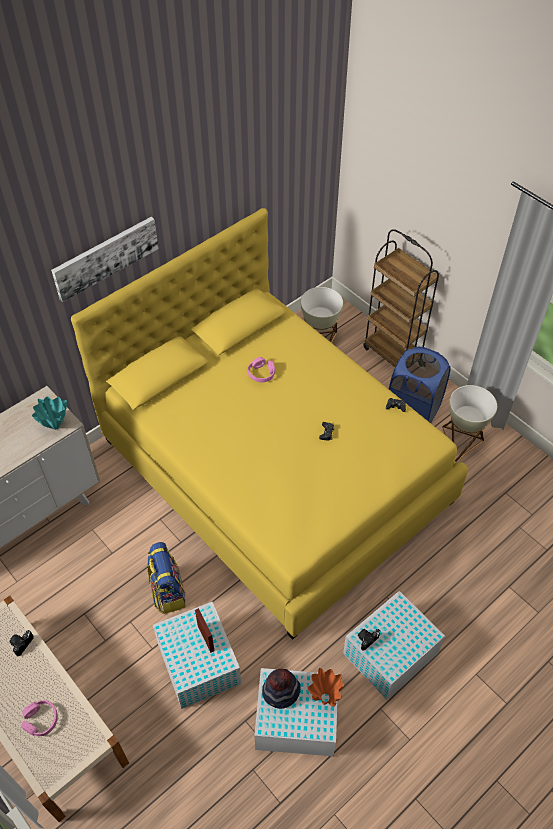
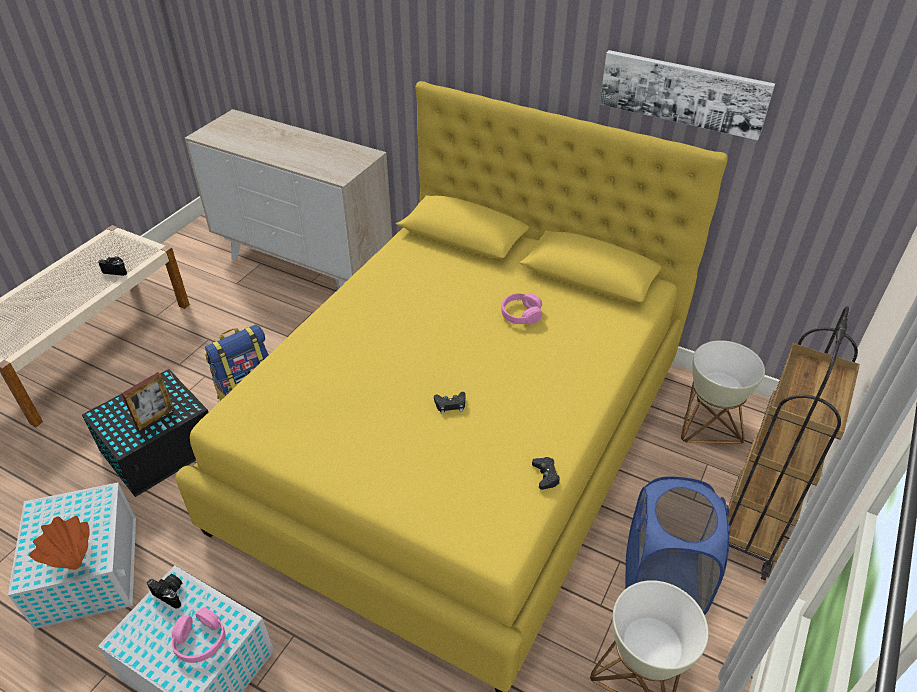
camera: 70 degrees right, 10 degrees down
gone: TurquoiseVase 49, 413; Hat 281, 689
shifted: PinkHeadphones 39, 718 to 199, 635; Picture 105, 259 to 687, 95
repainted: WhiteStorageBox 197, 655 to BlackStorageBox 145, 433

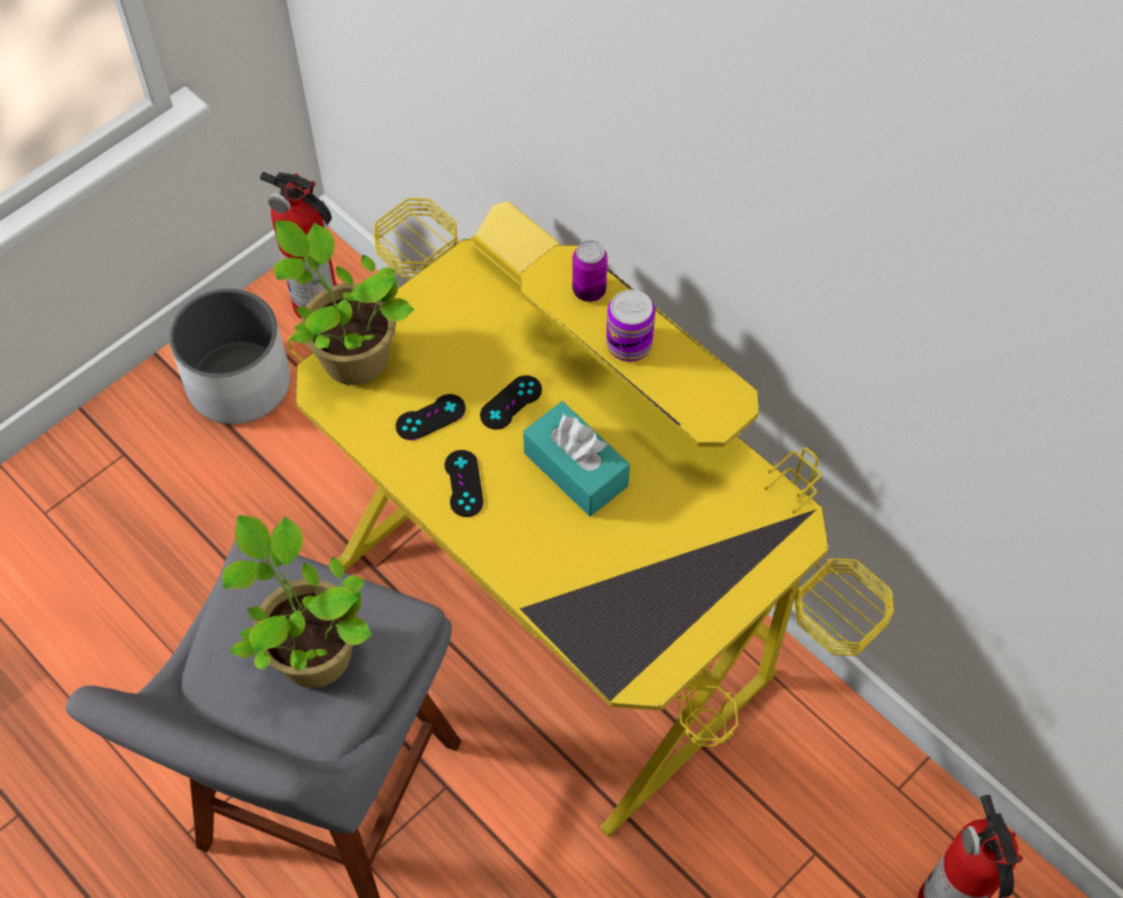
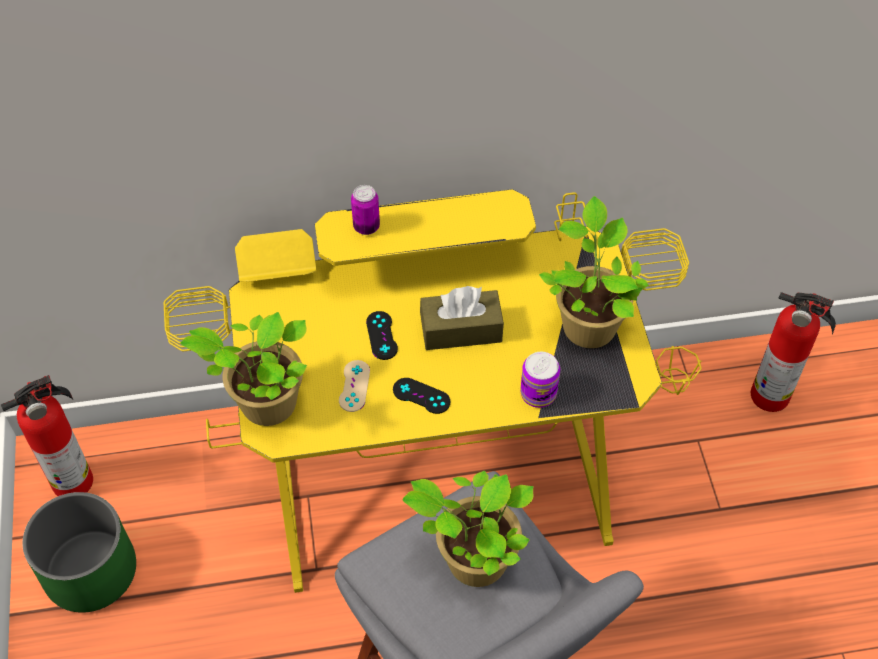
camera: 55 degrees left, 5 degrees down
new: PottedPlant 594, 272
shifted: Can 630, 326 to 540, 380
repainted: WhitePlanter 229, 356 to GreenPlanter 79, 552; BlackGameController 431, 417 to BeigeGameController 354, 386; TurquoiseTissueBox 576, 458 to BrownTissueBox 462, 318

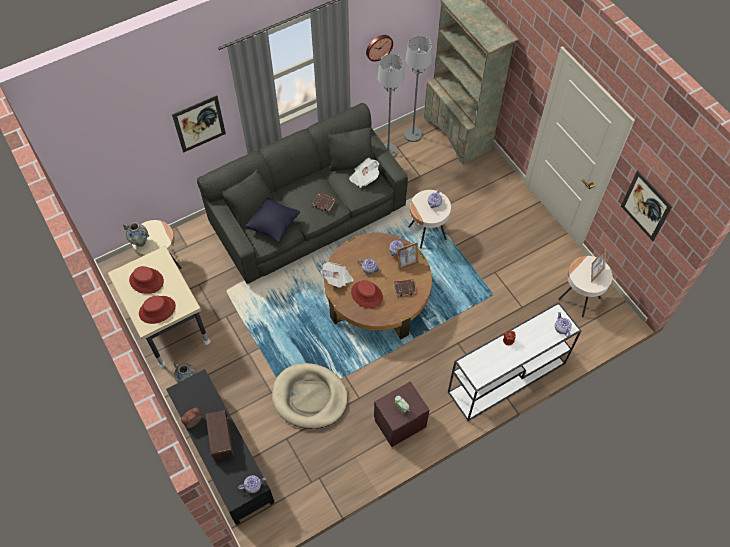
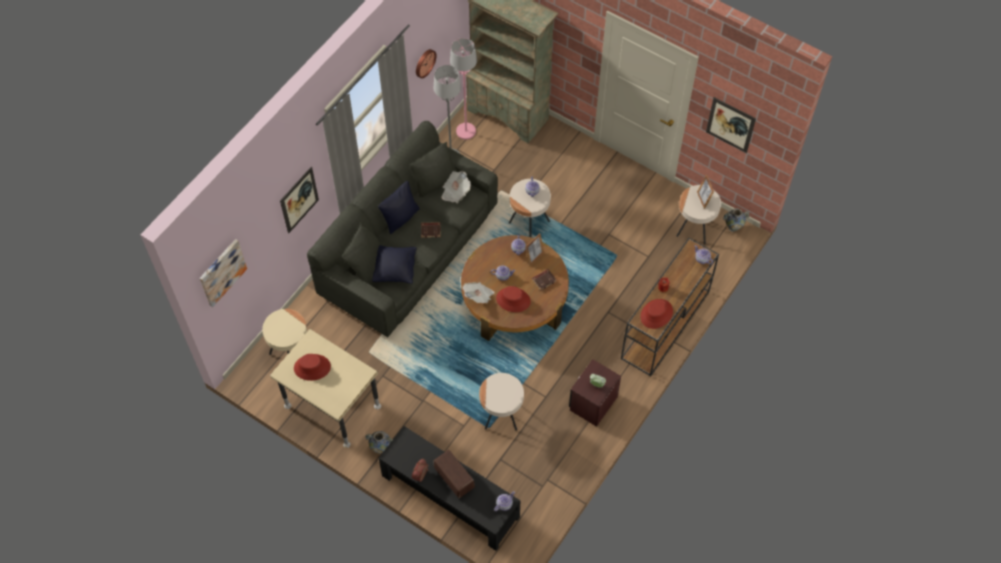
camera: 25 degrees left, 0 degrees up
new: Picture 223, 273; BlackPillow 399, 207
shifted: Vase 136, 234 to 736, 220; RedHat 157, 310 to 656, 314
swapped: BeigeDogBed 310, 396 to BeigeSideTable 501, 402
repainted: GreyFloorLamp 418, 89 to PinkFloorLamp 463, 89; WhiteConsoleTable 514, 361 to BrownConsoleTable 670, 307

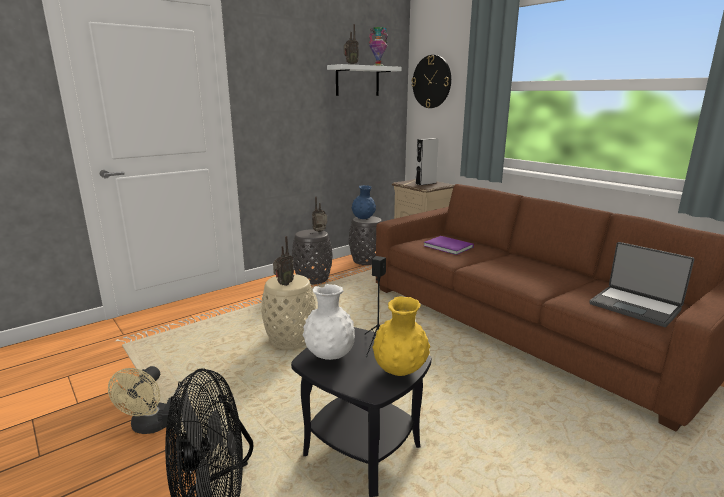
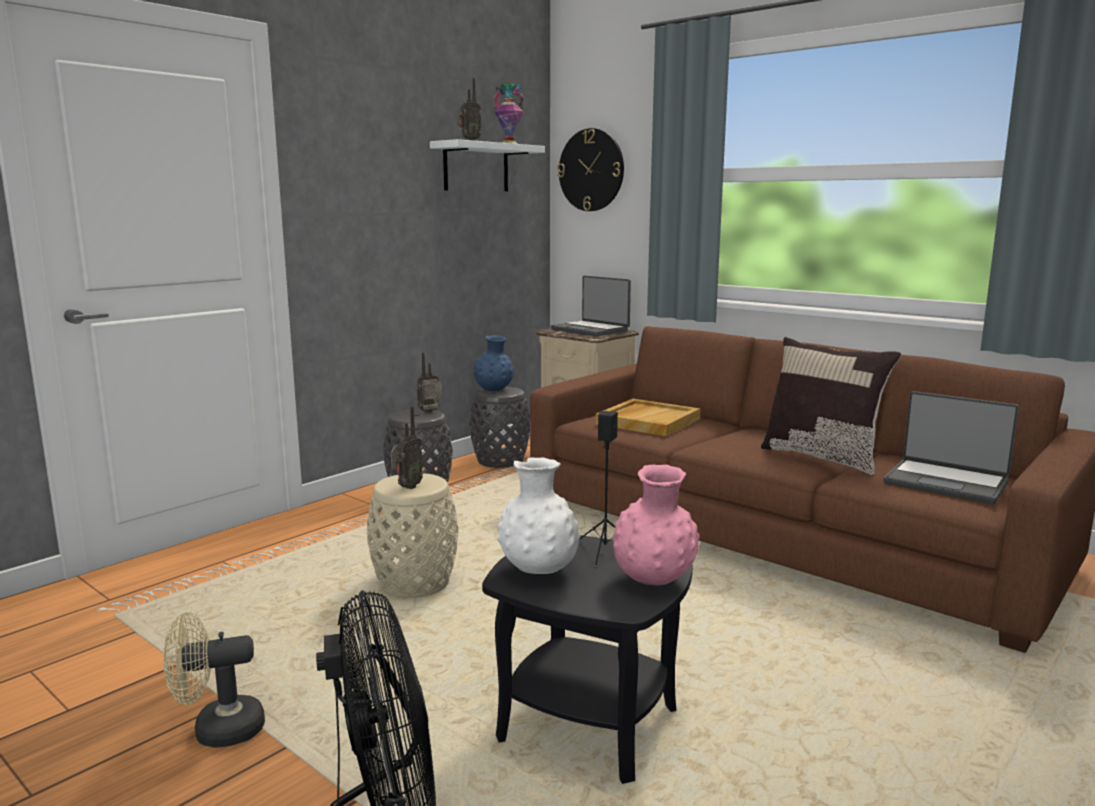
camera: 10 degrees left, 5 degrees down
new: Pillow 831, 406
swapped: GreySpeaker 427, 161 to Laptop 591, 306; PurpleBook 449, 245 to BeigeTray 648, 417
repainted: YellowVase 401, 336 to PinkVase 656, 525
rotated: BeigeFan 137, 400 = 214, 680 75 degrees clockwise

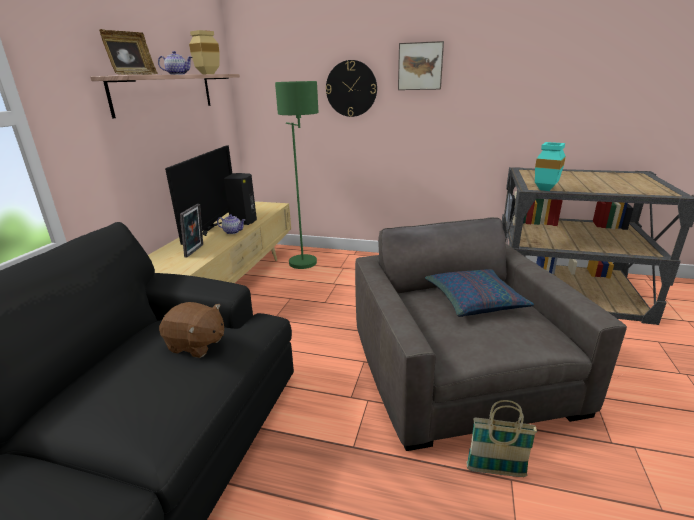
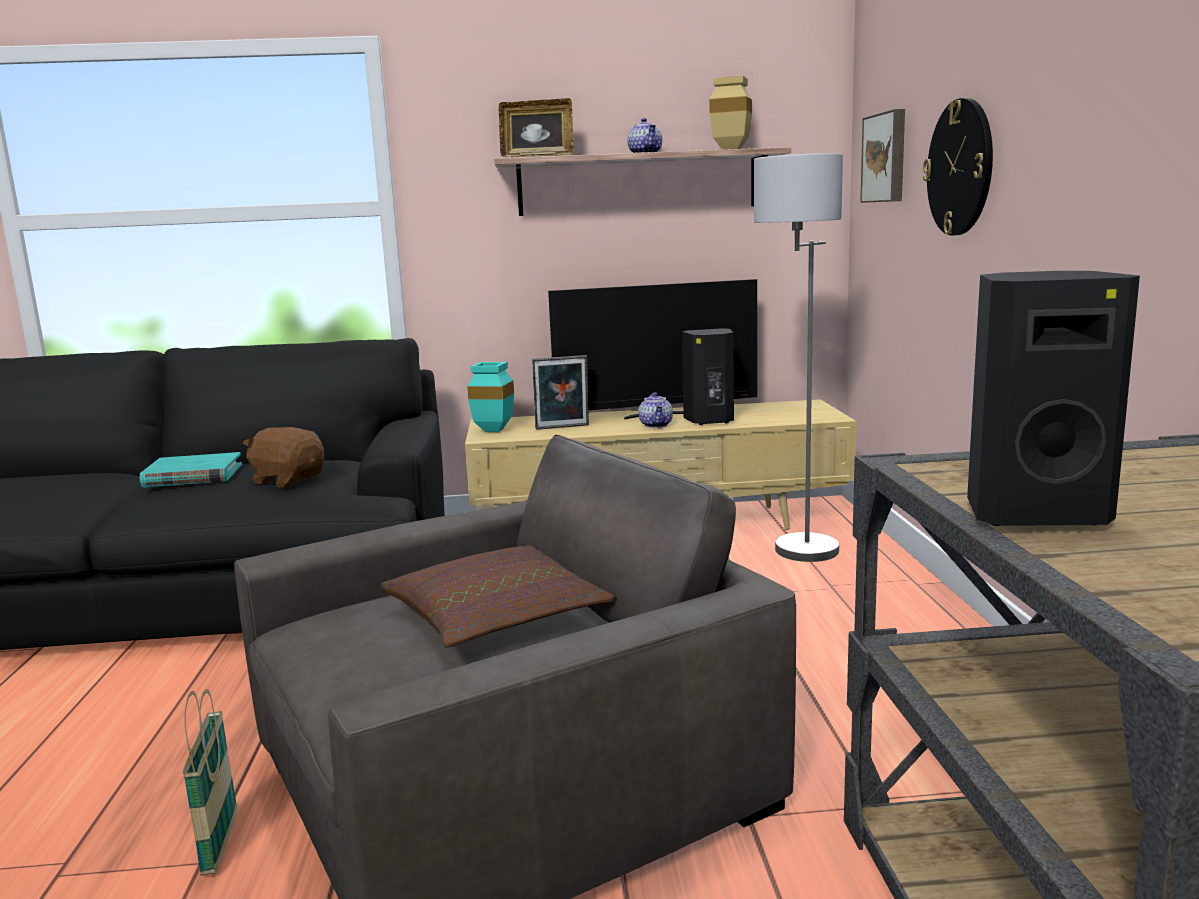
camera: 70 degrees right, 10 degrees down
new: TurquoiseBook 191, 469; BlackSpeaker 1053, 398
shifted: Picture 421, 65 to 882, 156; TurquoiseVase 550, 166 to 490, 397
repainted: GreenFloorLamp 296, 175 to GreyFloorLamp 798, 357; BluePillow 479, 293 to BrownPillow 498, 597
rotated: BrownPlushToy 191, 330 = 283, 457 120 degrees clockwise

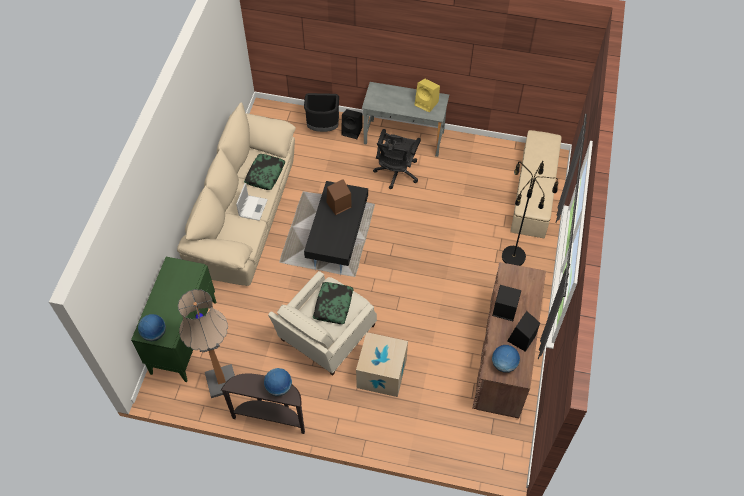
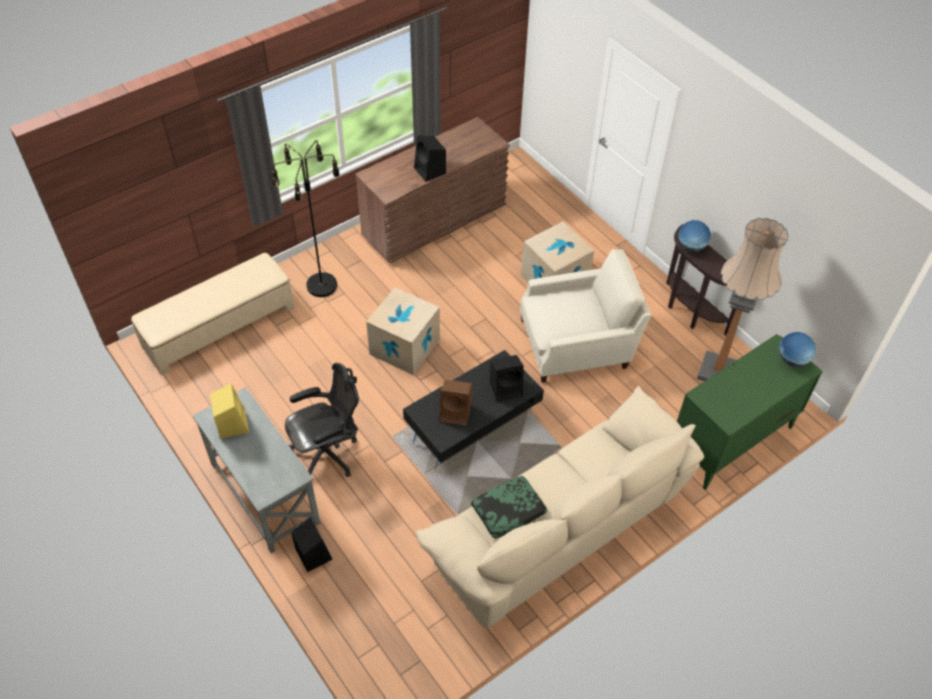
camera: 140 degrees left, 5 degrees down
gone: Laptop 252, 202; BlackTrashCan 321, 112; Pillow 333, 303; Globe 506, 358
new: CardboardBox 403, 331
shifted: BlackSpeaker 524, 331 to 507, 378

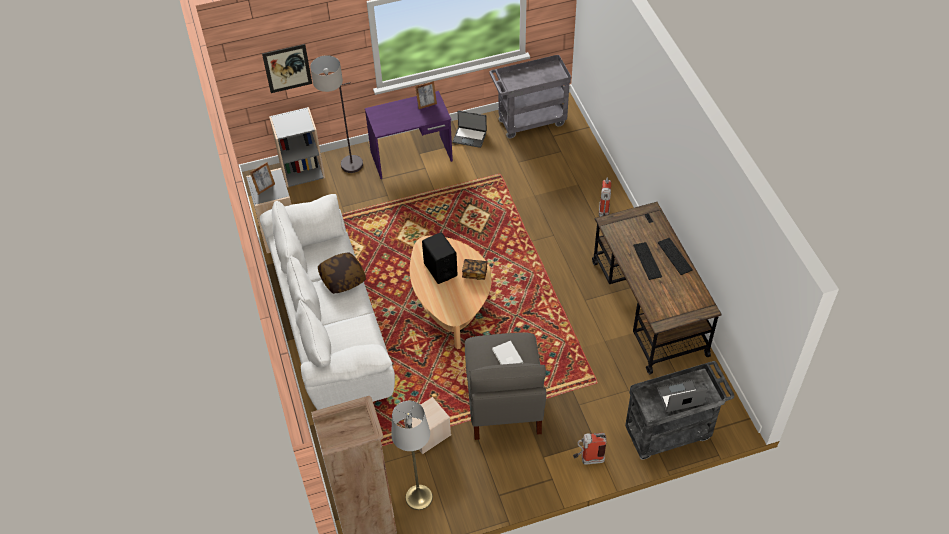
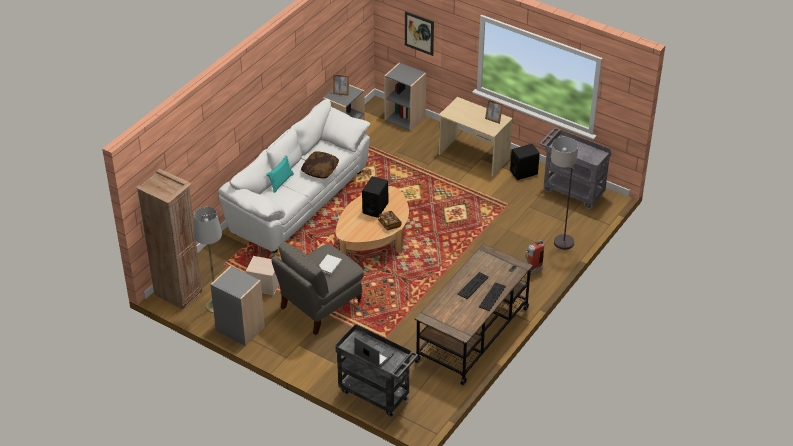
camera: 50 degrees right, 10 degrees down
gone: FireExtinguisher 590, 449
new: GreyBookcase 237, 306; TurquoisePillow 280, 174
shifted: GreyFloorLamp 336, 114 to 566, 193
swapped: Laptop 470, 129 to BlackSpeaker 525, 162
repainted: PurpleDesk 409, 135 to BeigeDesk 475, 137

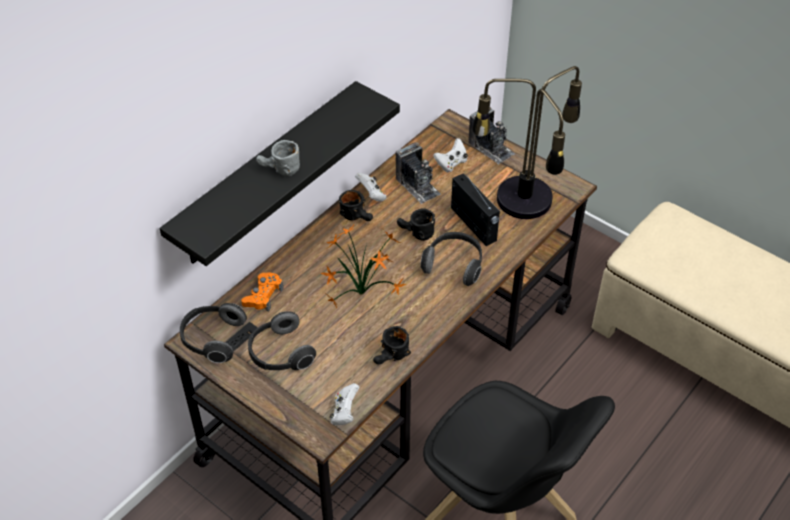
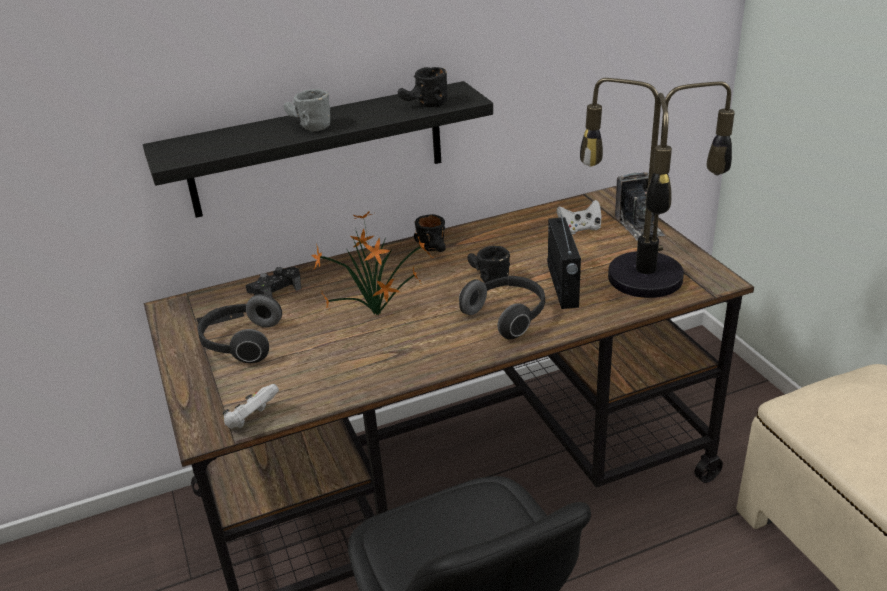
camera: 30 degrees right, 15 degrees down
gone: Headphones 213, 333; WhiteGameController 371, 187; PhotoCamera 417, 173
shifted: BlackMug 392, 345 to 423, 87
repainted: OrangeGameController 262, 292 to BlackGameController 273, 282

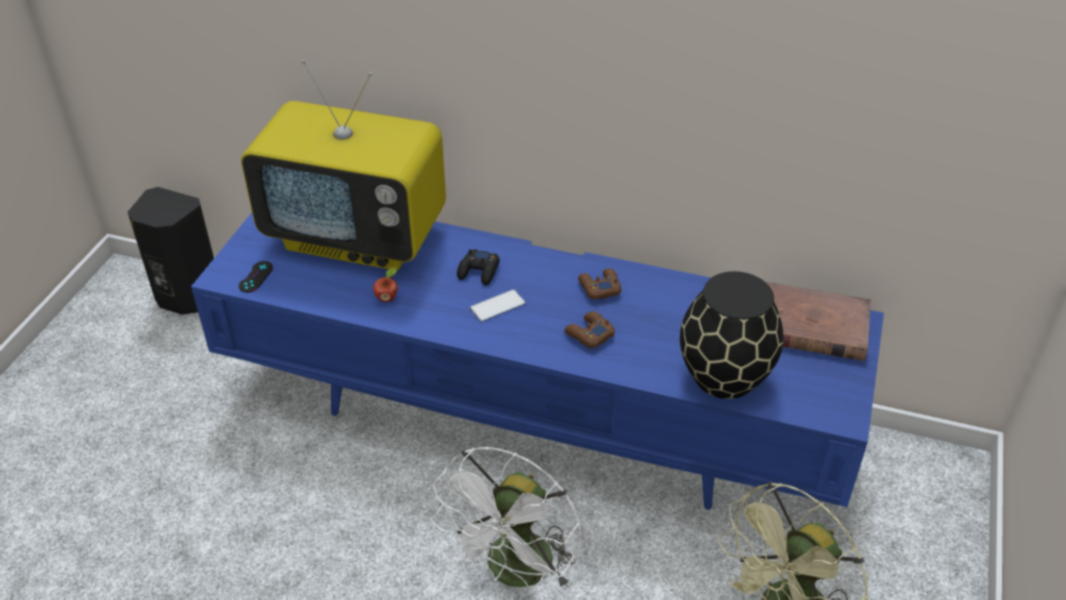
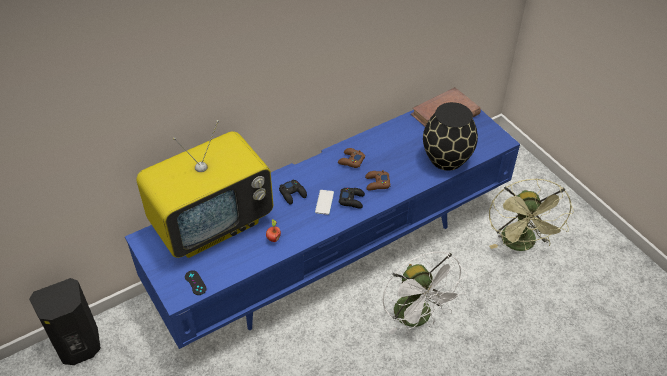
camera: 50 degrees left, 5 degrees up
new: BlackGameController 352, 198

